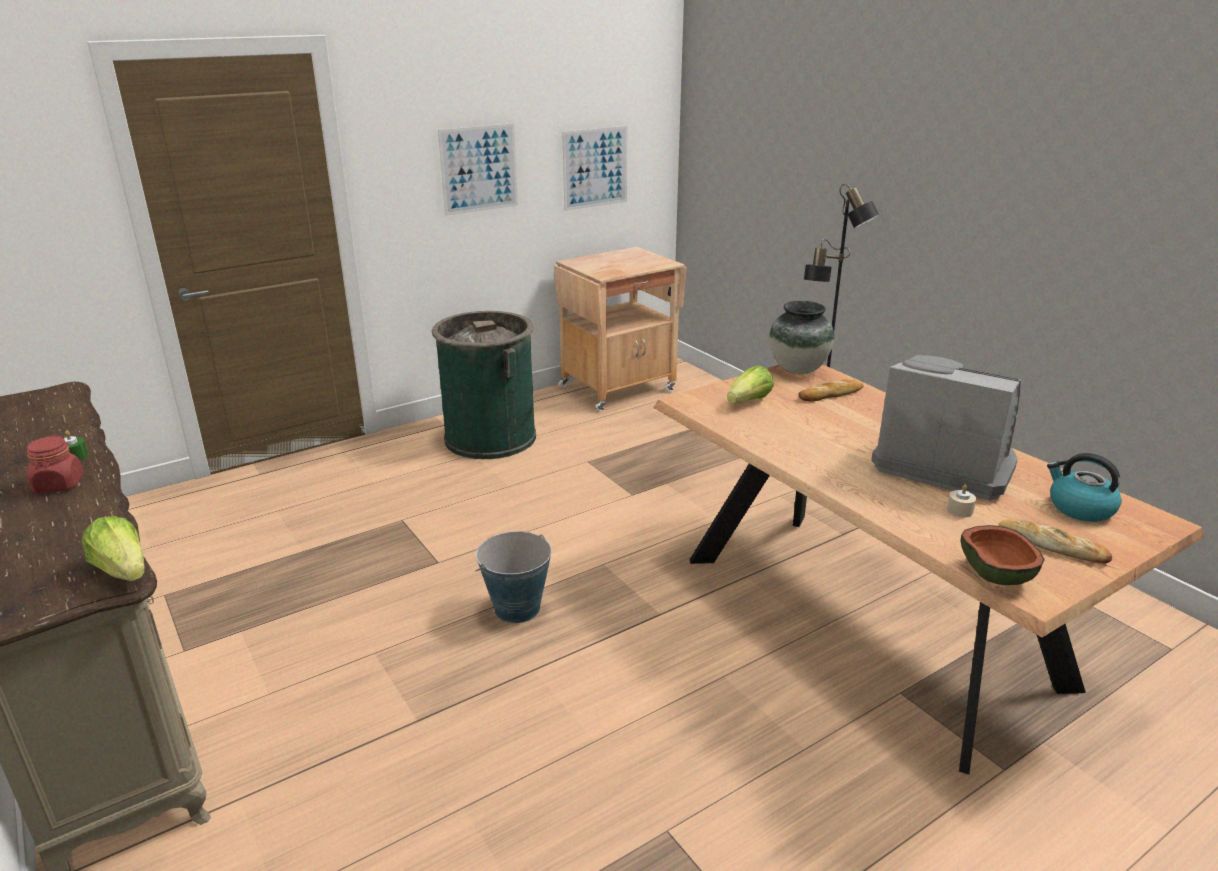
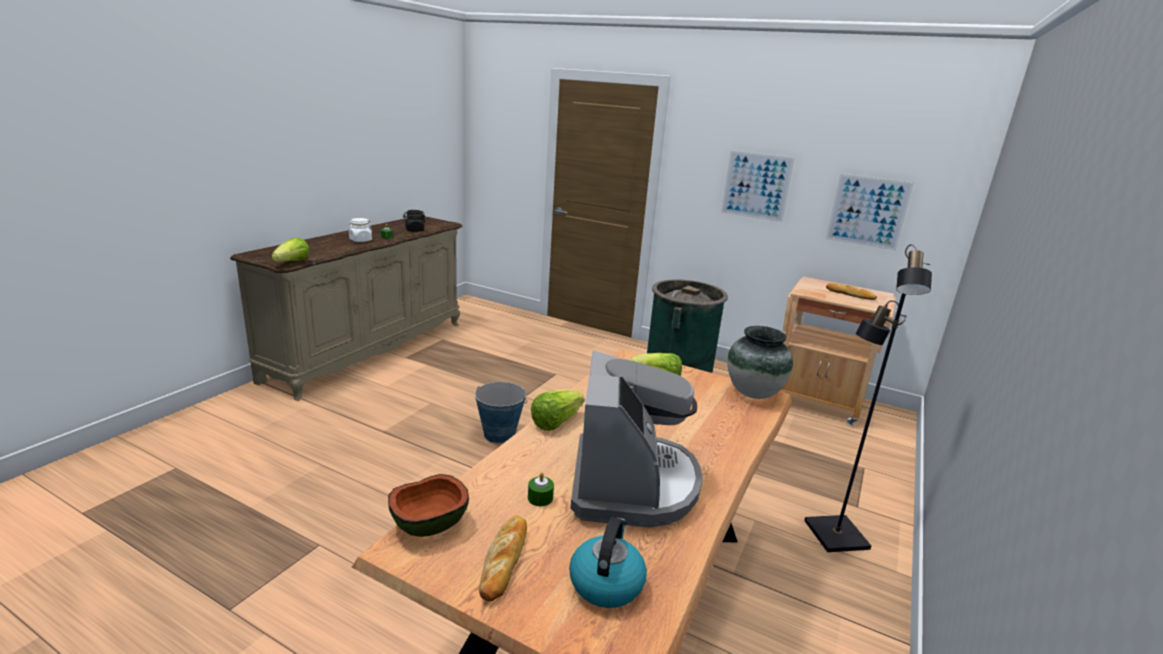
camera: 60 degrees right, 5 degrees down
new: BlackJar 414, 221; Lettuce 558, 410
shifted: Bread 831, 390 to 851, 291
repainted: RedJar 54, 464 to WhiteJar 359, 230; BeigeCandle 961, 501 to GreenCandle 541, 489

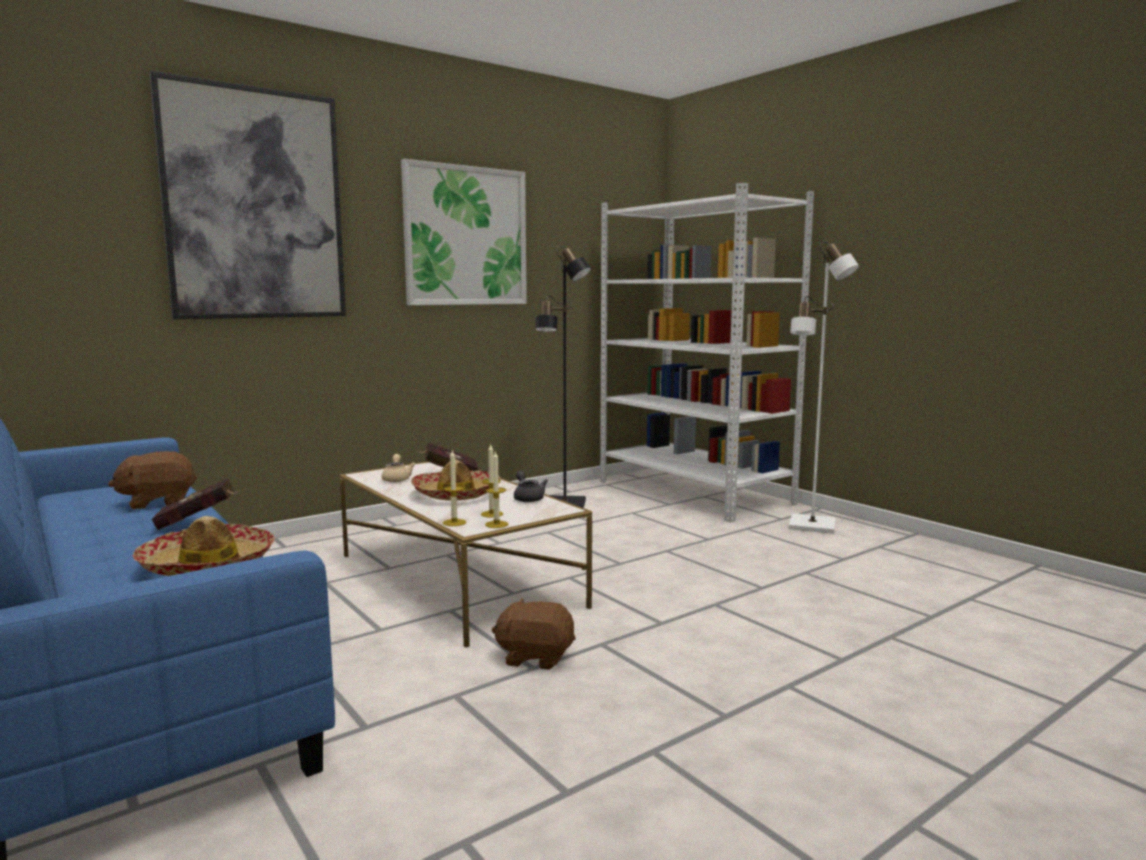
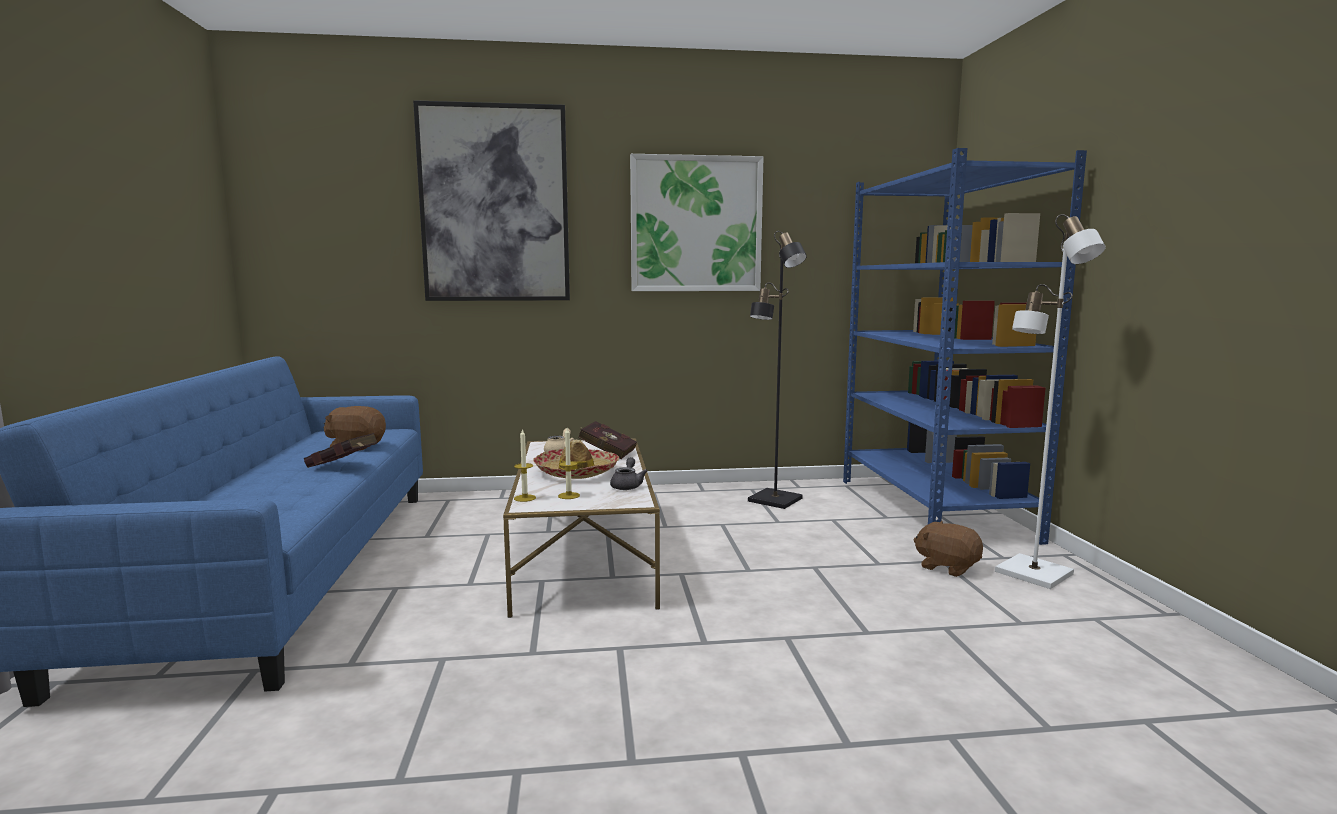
camera: 30 degrees right, 0 degrees up
gone: Hat 204, 546; Candle 496, 489
shifted: BrownPlushToy 533, 634 to 948, 549
repainted: WhiteBookcase 707, 352 to BlueBookcase 965, 346

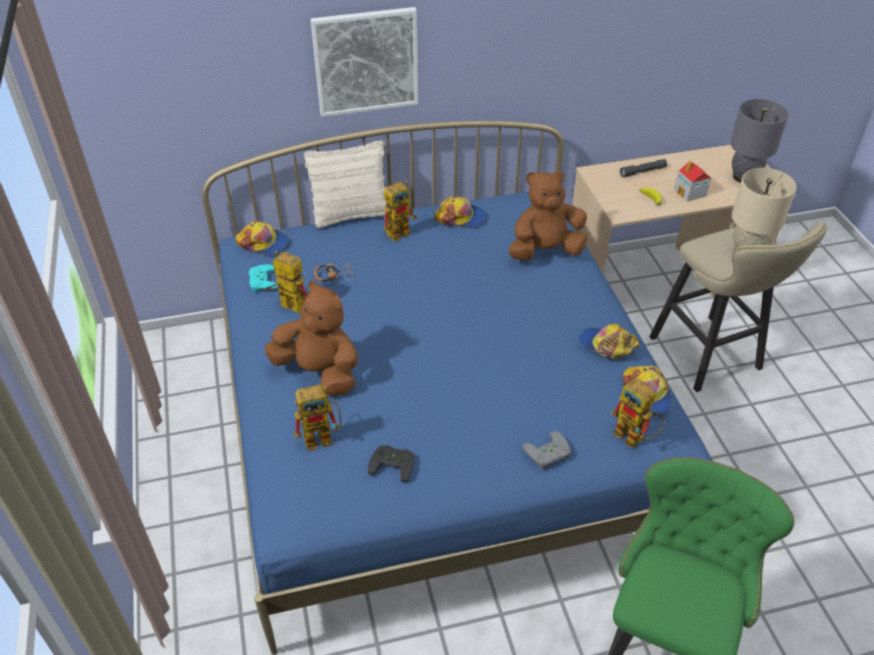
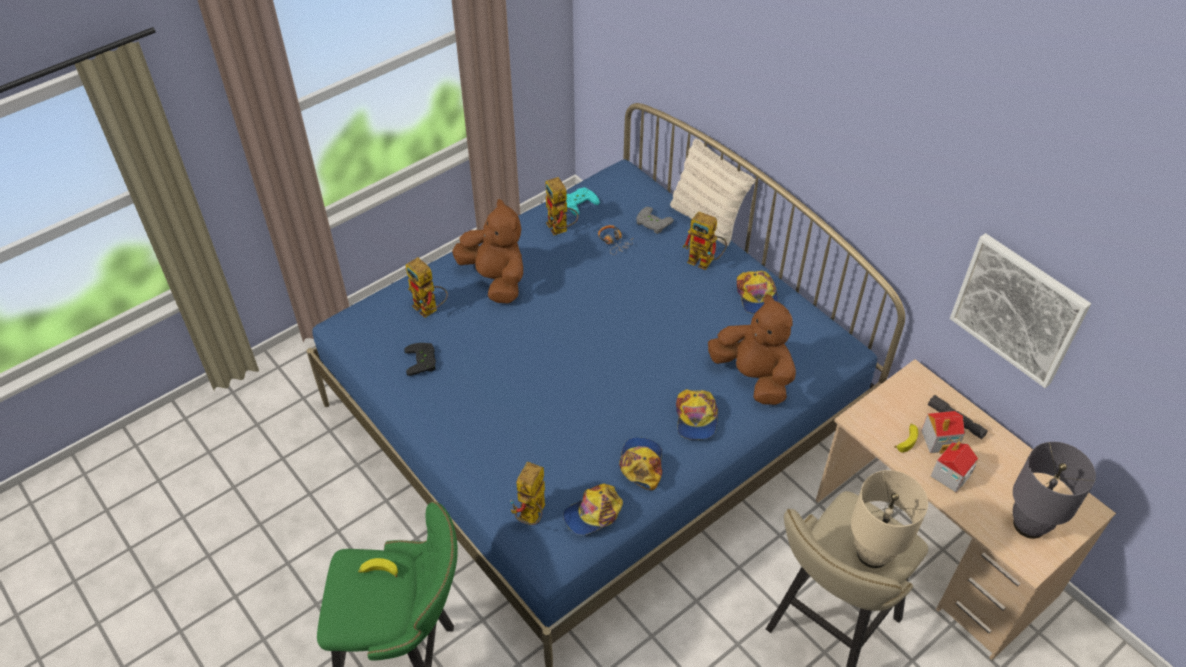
camera: 65 degrees right, 5 degrees up
new: Banana 378, 567; ToyHouse 943, 432
shifted: Cap 262, 239 to 697, 414; Picture 364, 62 to 1020, 310; GreyGameController 546, 450 to 655, 220
rotated: ToyRobot 286, 282 = 561, 206 150 degrees clockwise; BrownPlushToy 311, 338 = 487, 251 45 degrees counterclockwise

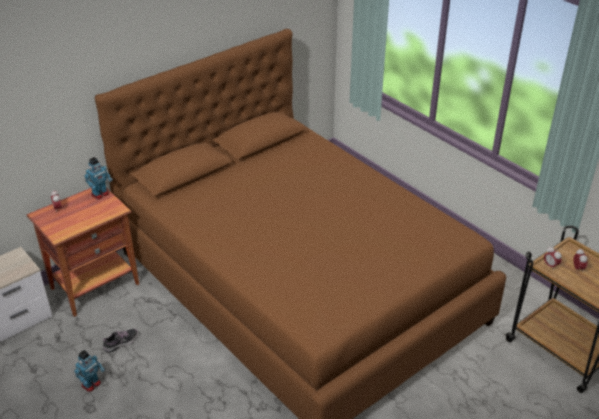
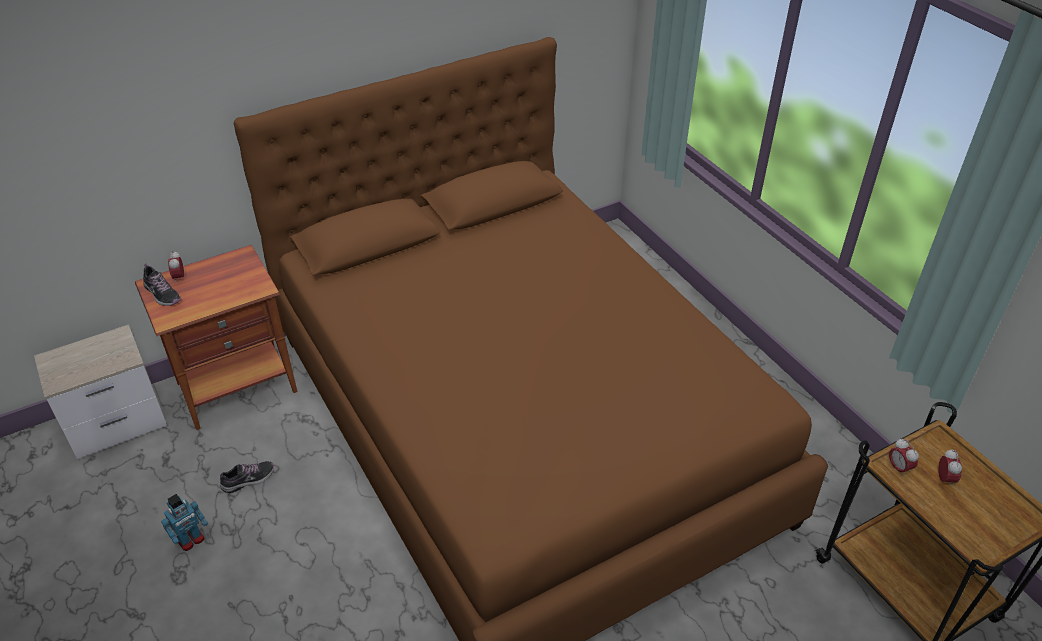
camera: 10 degrees right, 5 degrees up
gone: ToyRobot 98, 178
new: Shoe 162, 284

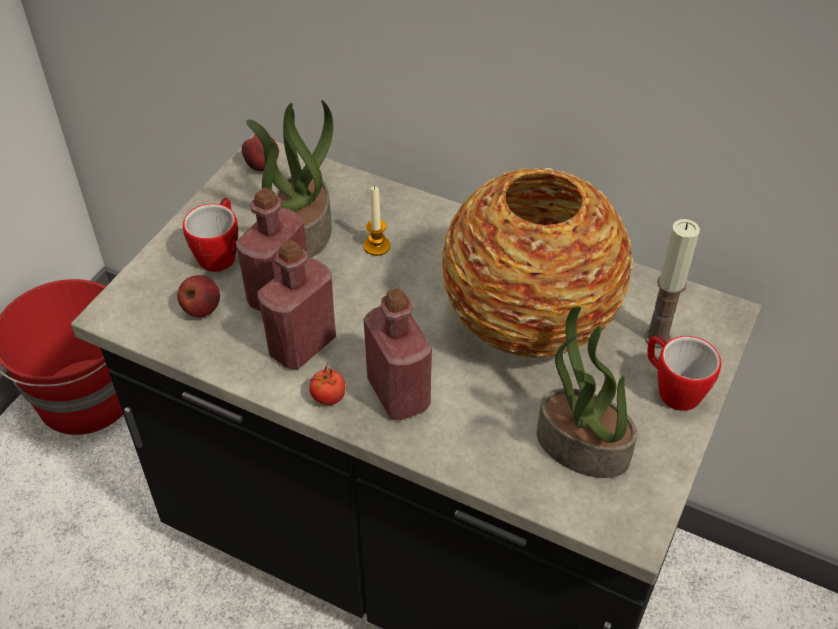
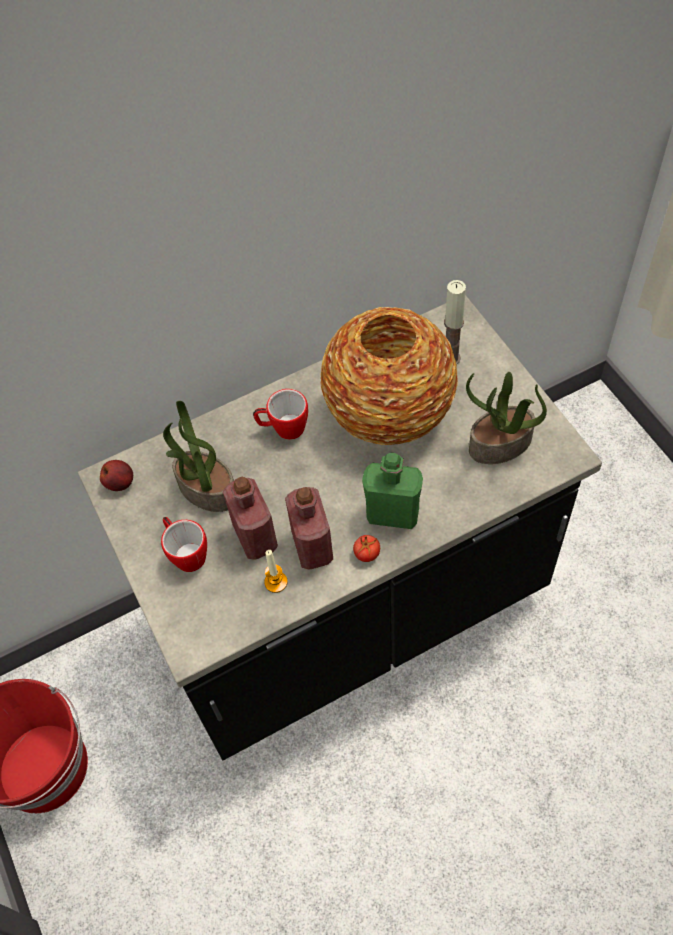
camera: 50 degrees left, 10 degrees up
gone: Apple 198, 296
shifted: Candle 377, 221 to 276, 571; Mug 684, 373 to 280, 414
repainted: RedBottle 398, 354 to GreenBottle 392, 490

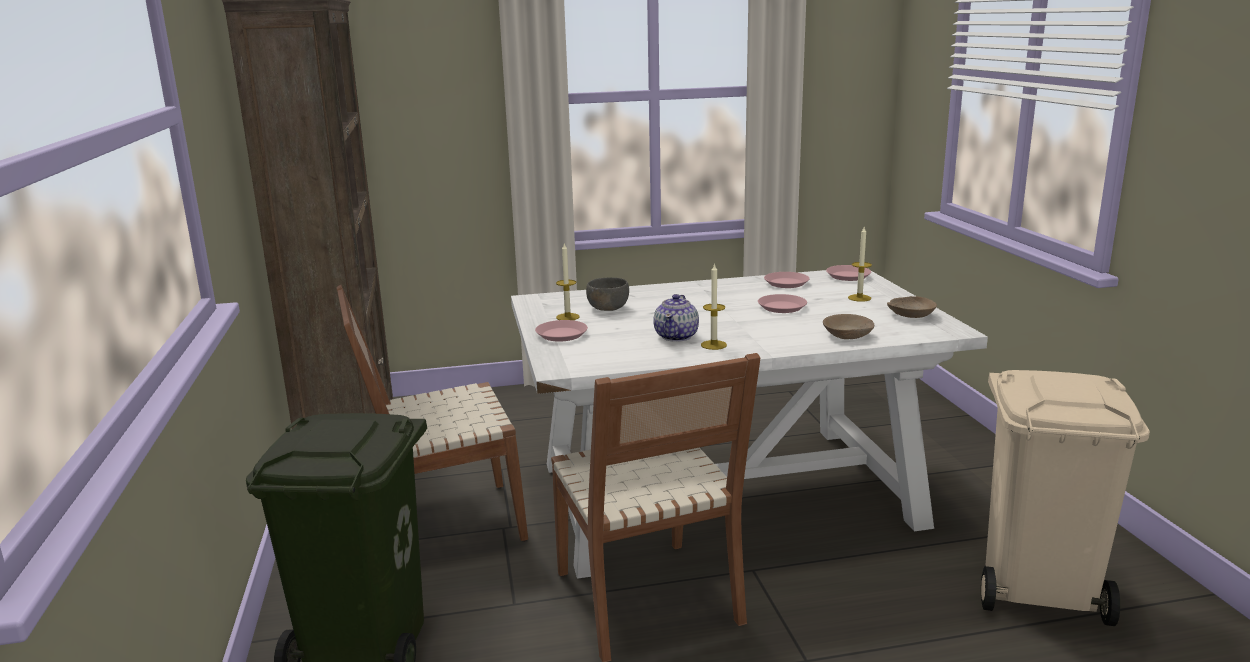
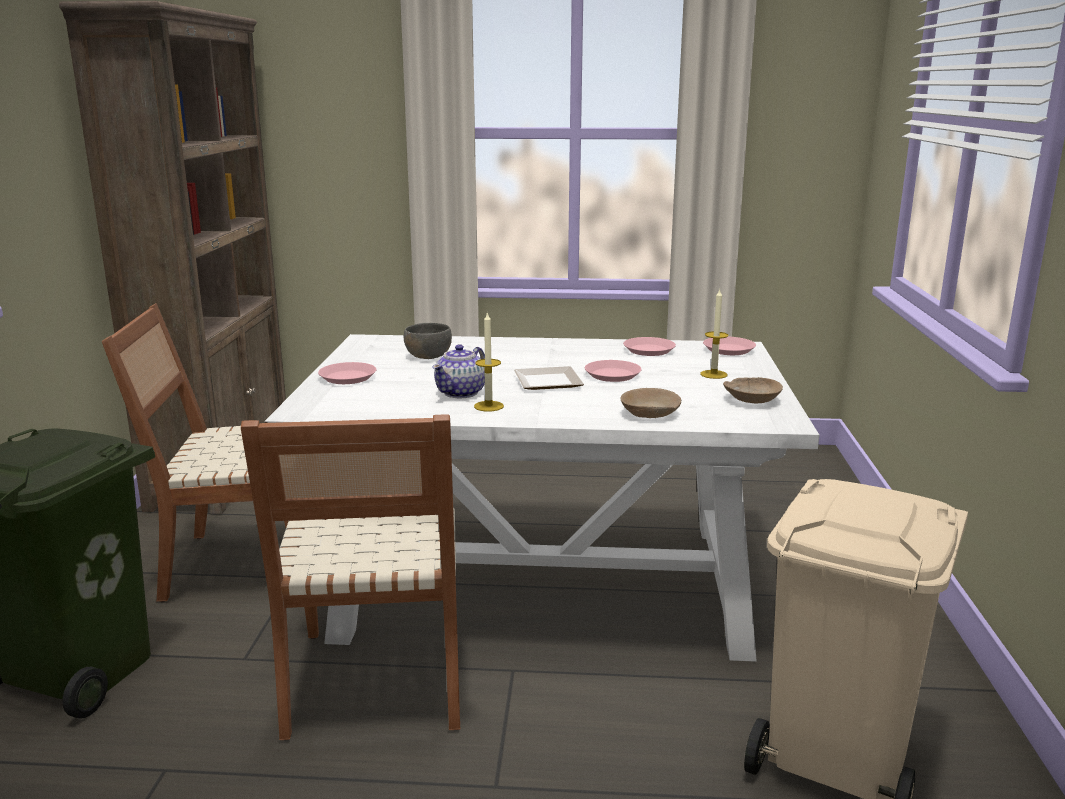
camera: 15 degrees right, 0 degrees up
gone: Candle 567, 282
new: Plate 549, 378

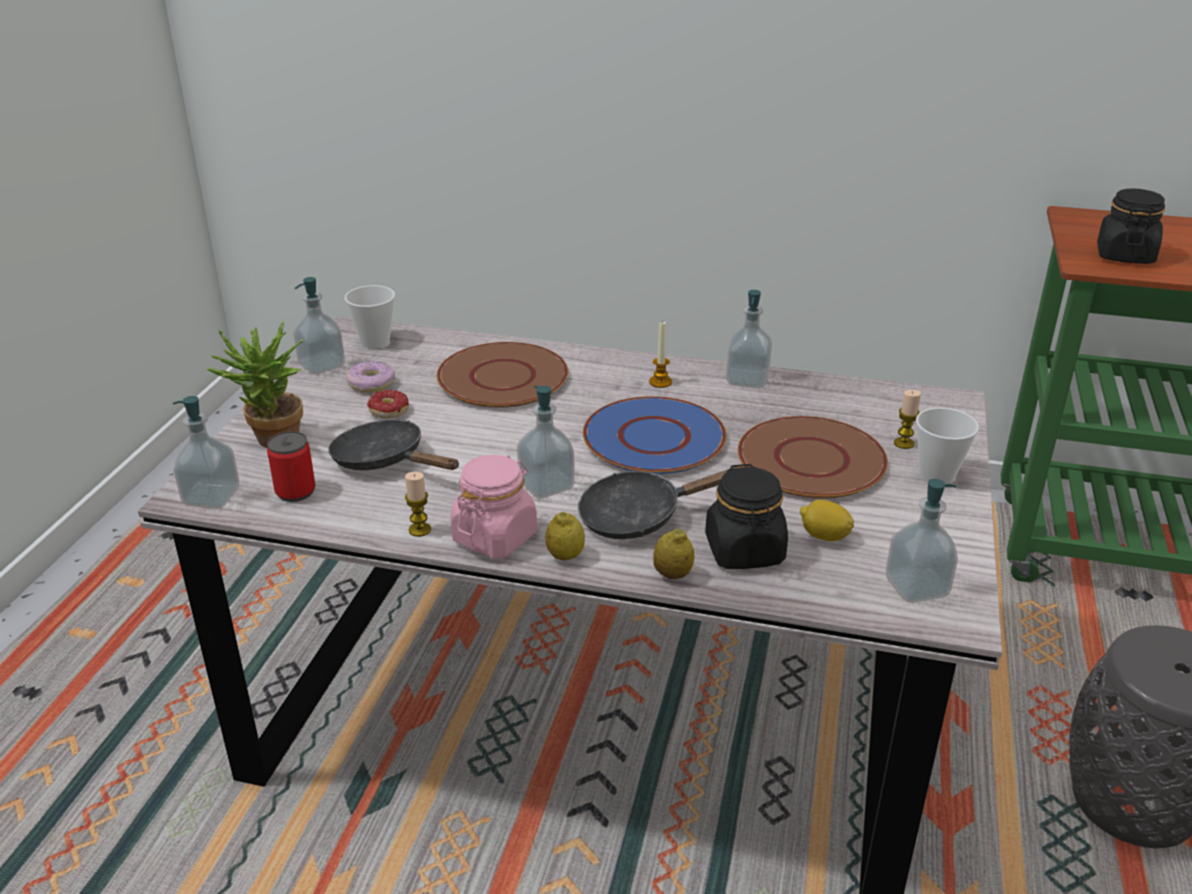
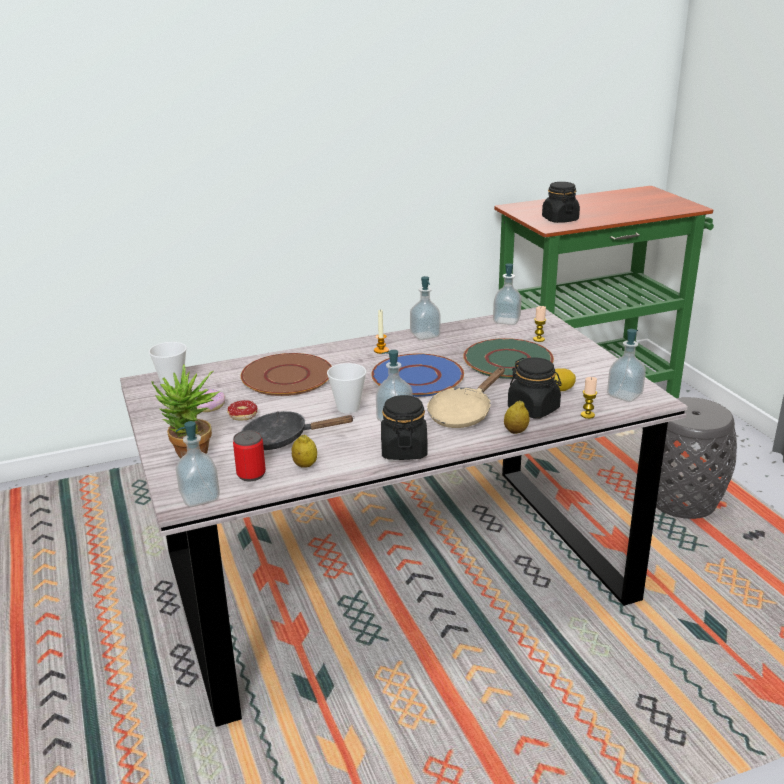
camera: 35 degrees left, 5 degrees down
shifted: SoapDispenser 319, 326 to 507, 294; Candle 418, 504 to 589, 398; Lemon 565, 536 to 304, 451; Cup 947, 446 to 346, 388
repainted: PinkJar 493, 507 to BlackJar 404, 427; BlackFryingPan 657, 503 to BeigeFryingPan 466, 397; BrownPlate 813, 457 to GreenPlate 508, 358

